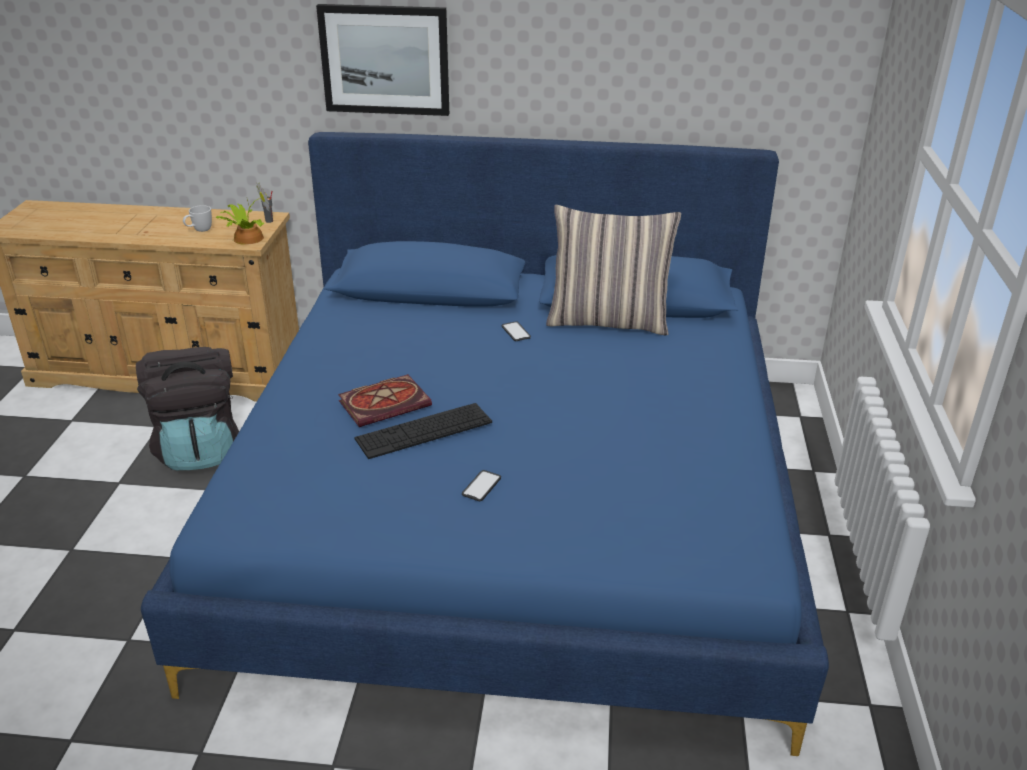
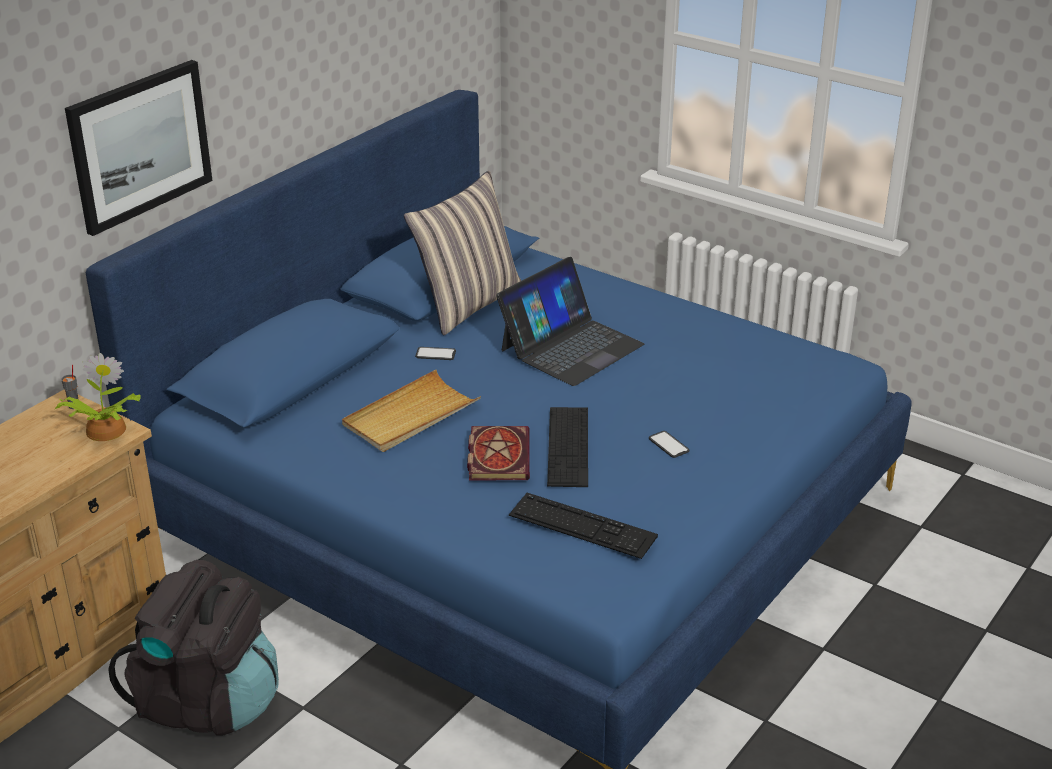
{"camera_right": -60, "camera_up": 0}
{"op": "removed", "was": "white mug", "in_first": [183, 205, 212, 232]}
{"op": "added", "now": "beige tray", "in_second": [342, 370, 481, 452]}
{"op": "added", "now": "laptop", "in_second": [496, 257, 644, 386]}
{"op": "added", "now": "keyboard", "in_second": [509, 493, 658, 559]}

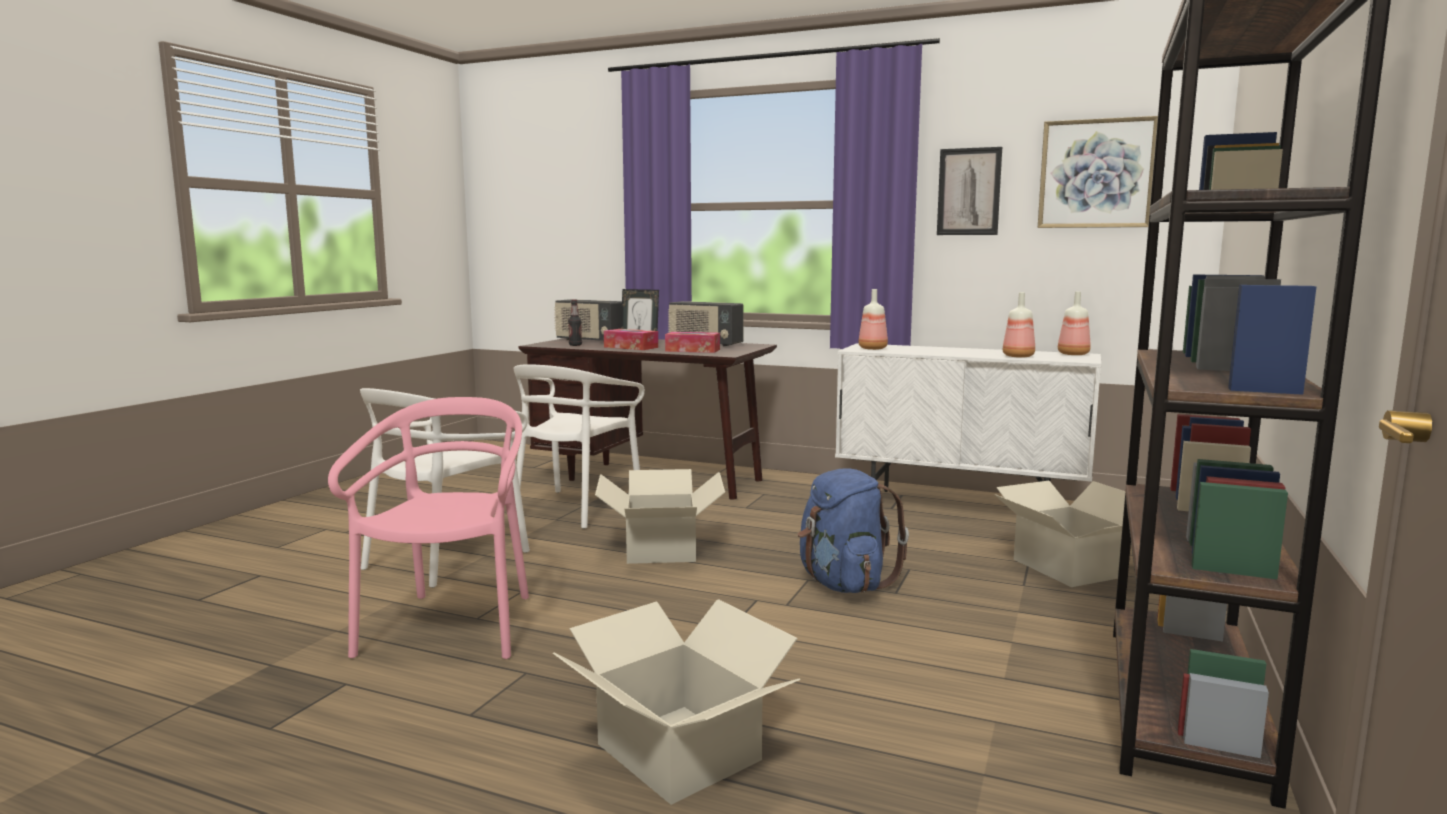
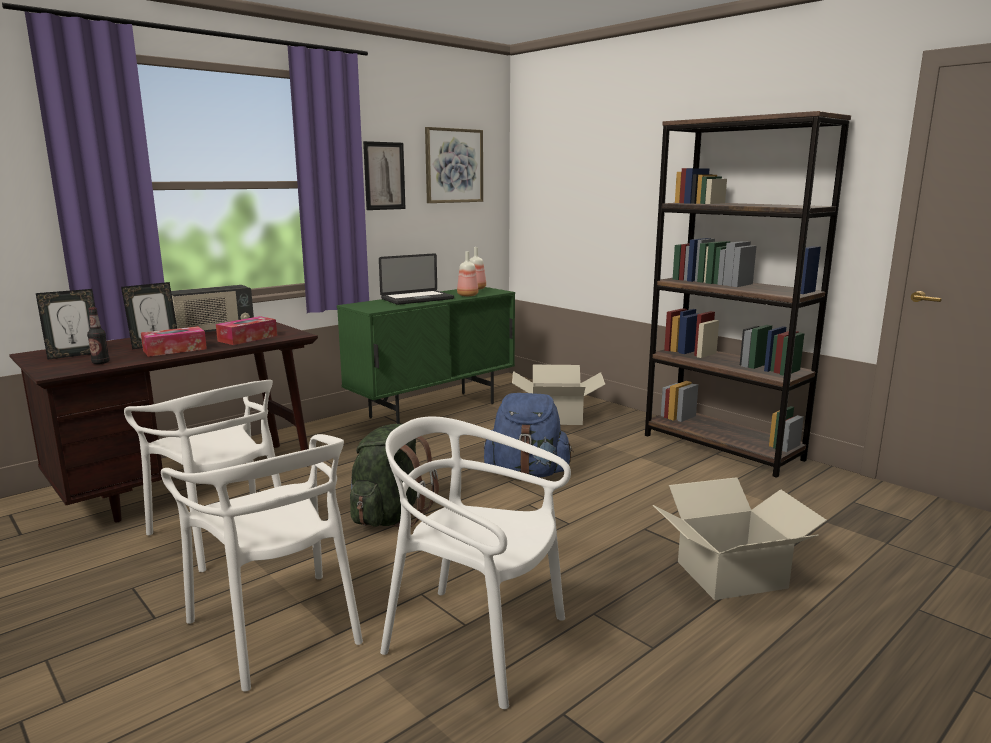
{"camera_right": -65, "camera_up": 5}
{"op": "removed", "was": "bottle", "in_first": [858, 289, 888, 350]}
{"op": "added", "now": "laptop", "in_second": [379, 253, 454, 305]}
{"op": "replaced", "was": "radio", "now": "picture frame", "in_first": [554, 299, 622, 341], "in_second": [36, 289, 95, 360]}
{"op": "replaced", "was": "cardboard box", "now": "green backpack", "in_first": [595, 469, 725, 564], "in_second": [350, 424, 439, 527]}
{"op": "recoloured", "was": "pink chair", "now": "white chair", "in_first": [328, 397, 529, 659], "in_second": [380, 416, 571, 709]}
{"op": "recoloured", "was": "white cabinet", "now": "green cabinet", "in_first": [835, 343, 1101, 492], "in_second": [337, 287, 515, 424]}

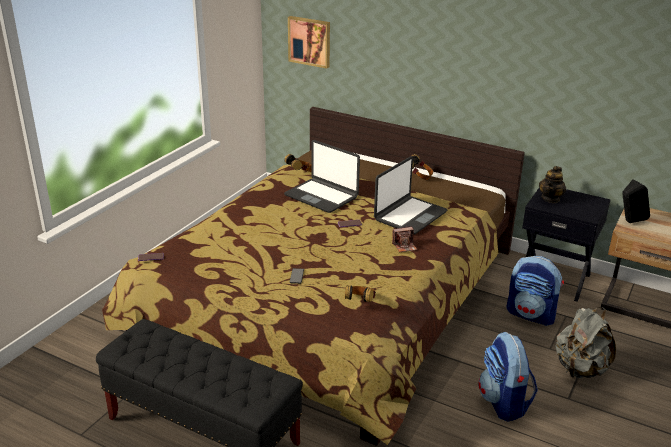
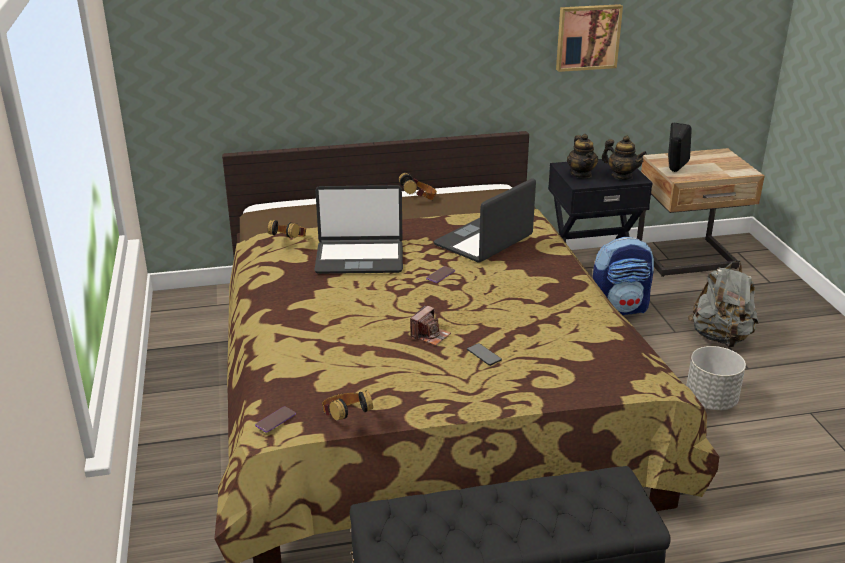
{"camera_right": -40, "camera_up": 0}
{"op": "added", "now": "teapot", "in_second": [602, 136, 647, 180]}
{"op": "moved", "was": "picture", "in_first": [288, 16, 330, 69], "in_second": [556, 4, 623, 72]}
{"op": "moved", "was": "headphones", "in_first": [345, 286, 376, 302], "in_second": [322, 390, 373, 421]}
{"op": "moved", "was": "photo camera", "in_first": [392, 226, 417, 252], "in_second": [410, 306, 451, 346]}
{"op": "replaced", "was": "backpack", "now": "grey planter", "in_first": [478, 332, 538, 422], "in_second": [686, 346, 746, 410]}
{"op": "turned", "was": "laptop", "in_first": [374, 156, 448, 234], "in_second": [433, 178, 536, 262], "clockwise": -135}

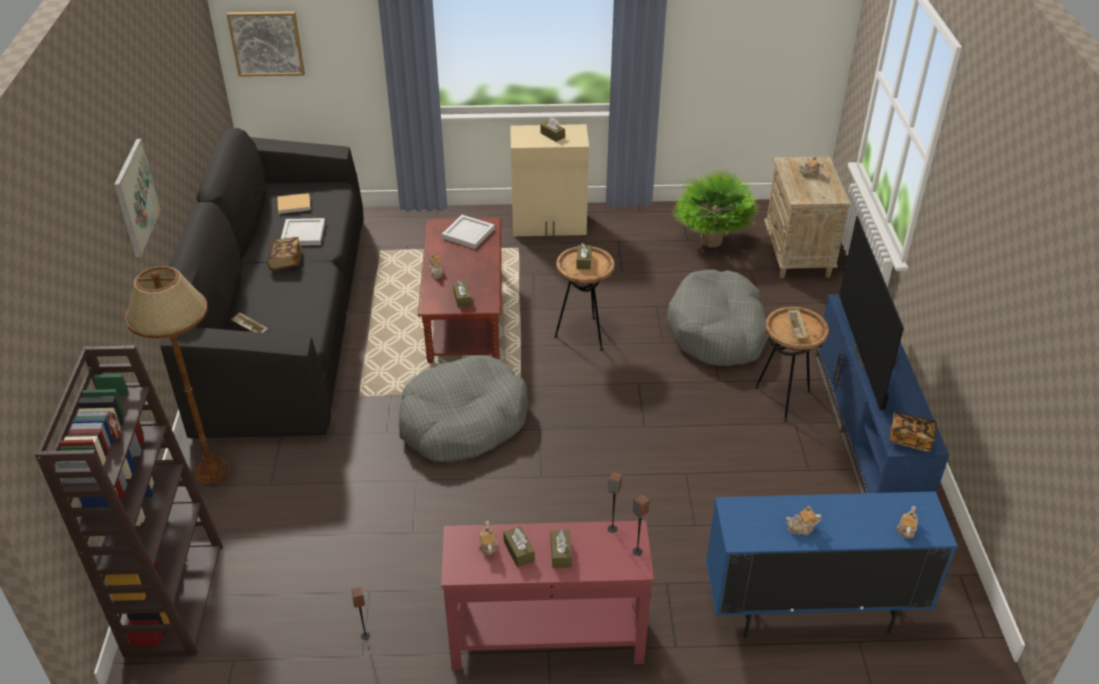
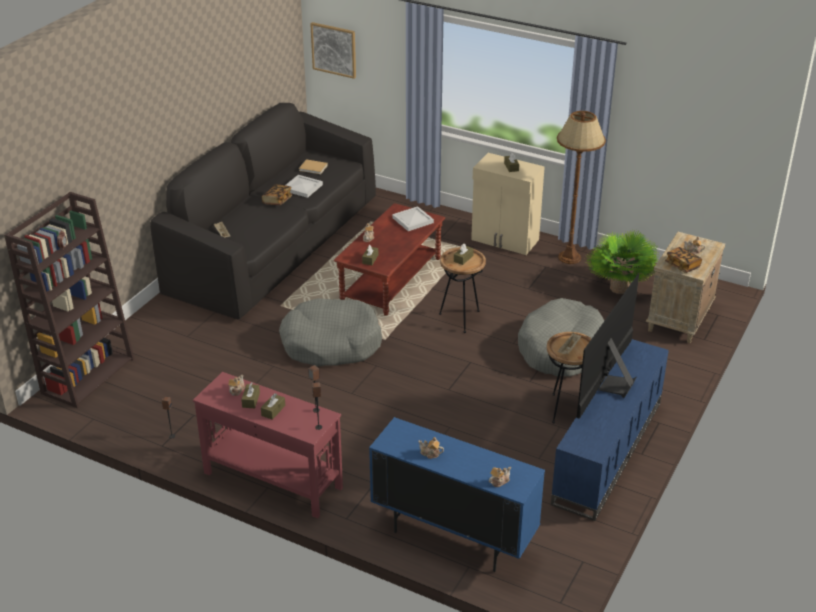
{"camera_right": 30, "camera_up": -5}
{"op": "removed", "was": "picture", "in_first": [114, 139, 161, 258]}
{"op": "moved", "was": "brown floor lamp", "in_first": [125, 266, 230, 485], "in_second": [557, 111, 606, 264]}
{"op": "moved", "was": "book", "in_first": [889, 412, 937, 452], "in_second": [665, 247, 702, 273]}

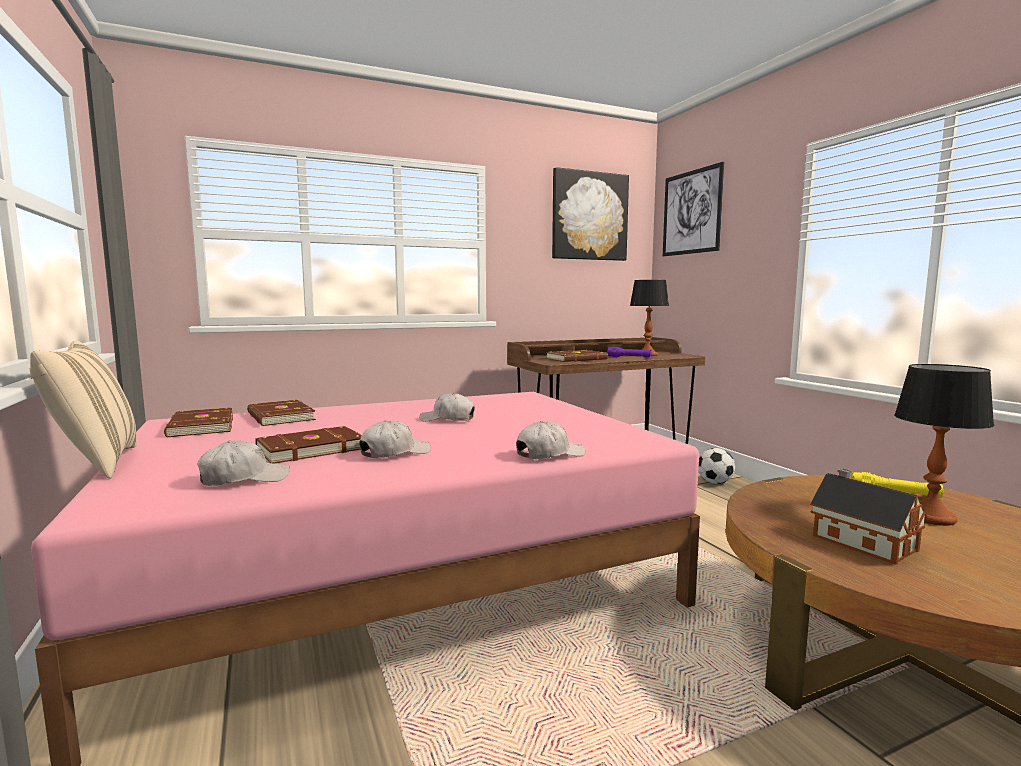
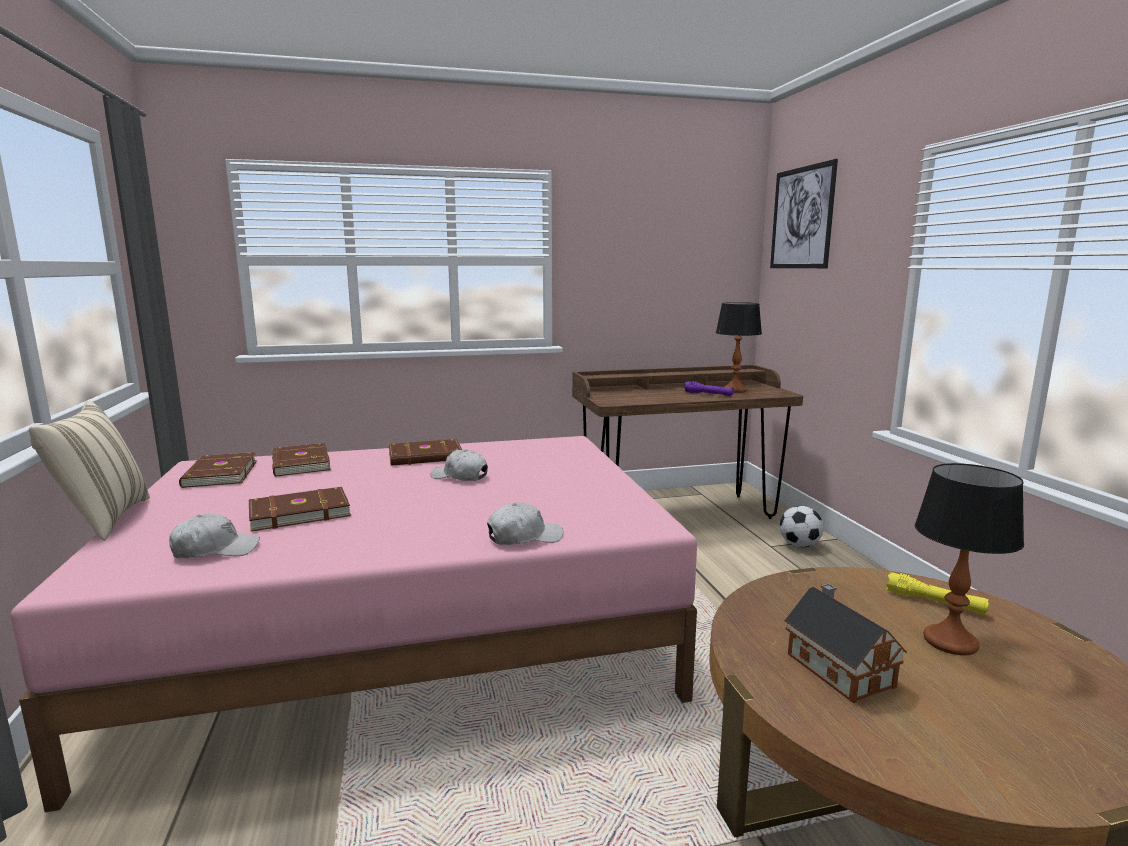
{"camera_right": 10, "camera_up": 5}
{"op": "removed", "was": "white cap", "in_first": [359, 420, 431, 458]}
{"op": "removed", "was": "picture", "in_first": [552, 167, 629, 261]}
{"op": "moved", "was": "brown book", "in_first": [546, 350, 608, 362], "in_second": [389, 439, 462, 466]}

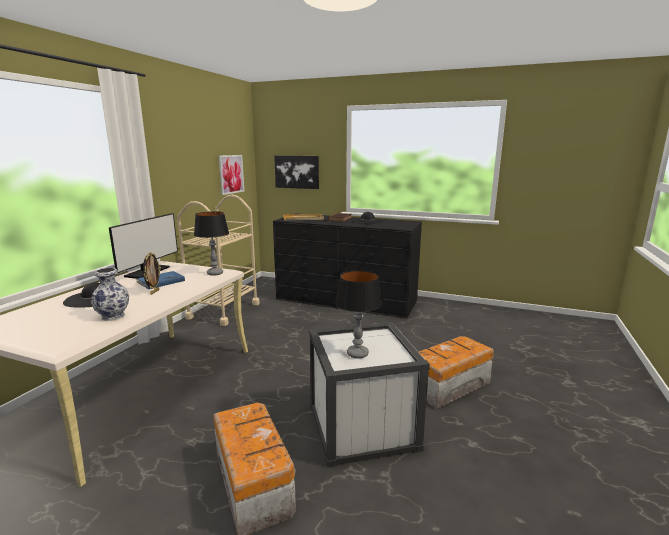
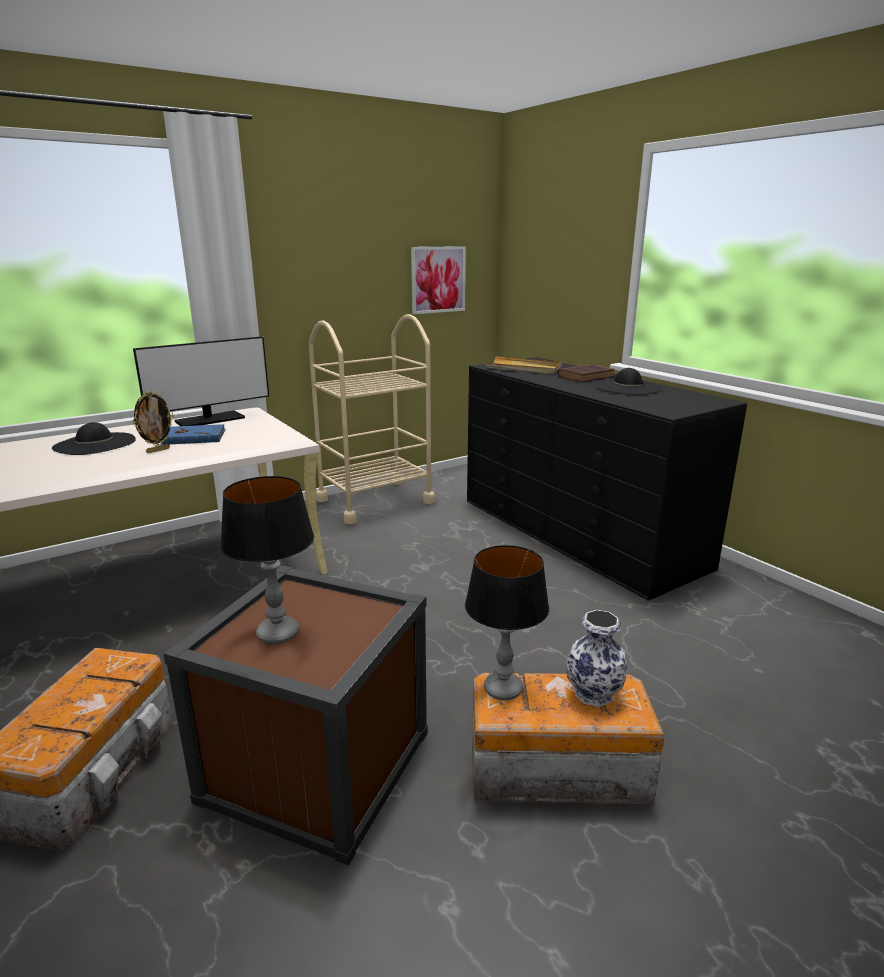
{"camera_right": 35, "camera_up": 5}
{"op": "removed", "was": "picture", "in_first": [274, 156, 319, 189]}
{"op": "moved", "was": "vase", "in_first": [91, 268, 129, 321], "in_second": [566, 610, 627, 707]}
{"op": "moved", "was": "table lamp", "in_first": [194, 211, 229, 276], "in_second": [465, 545, 549, 700]}
{"op": "recoloured", "was": "white storage box", "now": "brown storage box", "in_first": [309, 322, 430, 467], "in_second": [163, 565, 428, 866]}

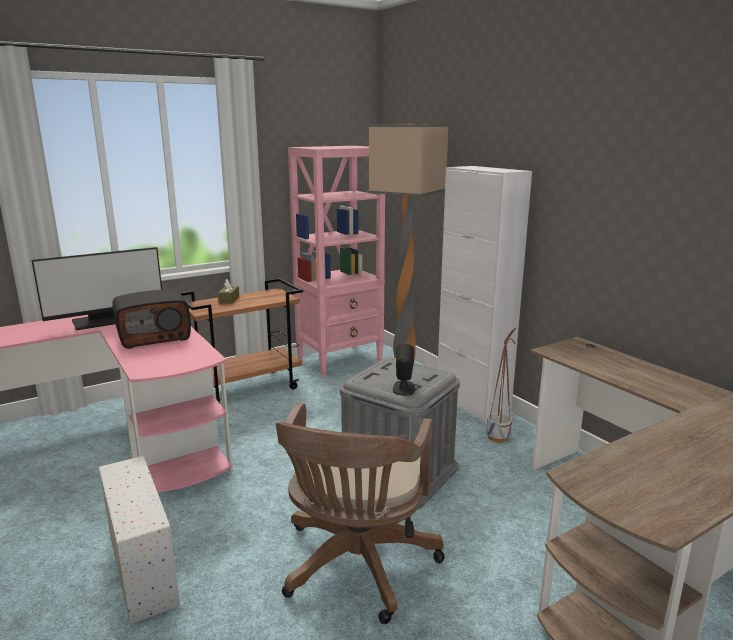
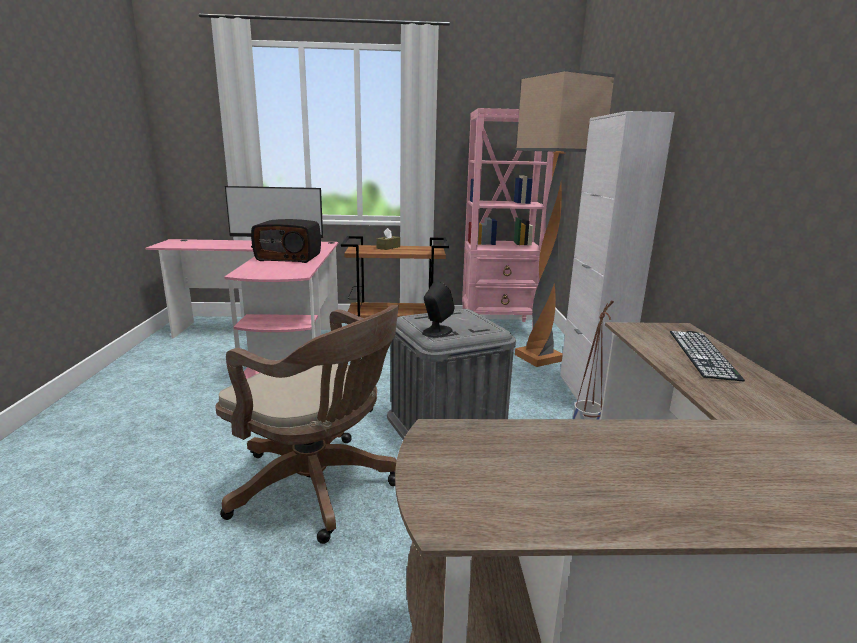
{"camera_right": 30, "camera_up": 0}
{"op": "removed", "was": "white storage box", "in_first": [99, 456, 180, 624]}
{"op": "added", "now": "keyboard", "in_second": [670, 331, 745, 381]}
{"op": "turned", "was": "brown office chair", "in_first": [276, 403, 445, 624], "in_second": [216, 305, 399, 544], "clockwise": -105}

